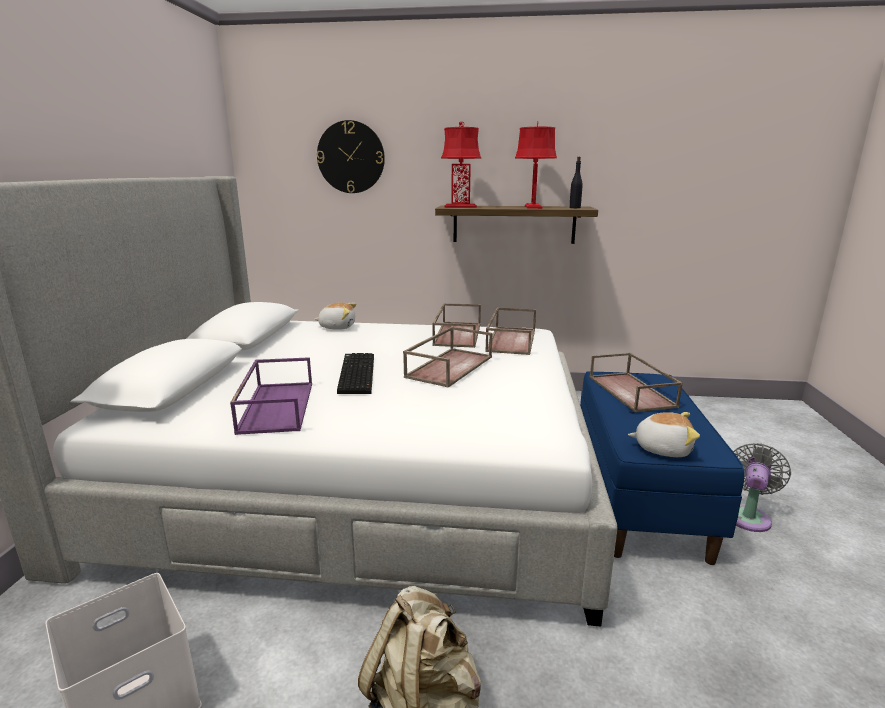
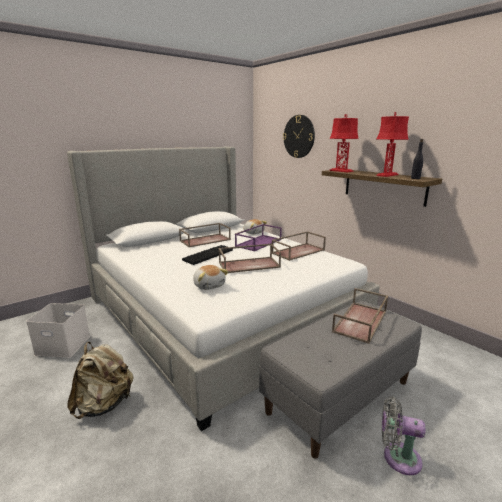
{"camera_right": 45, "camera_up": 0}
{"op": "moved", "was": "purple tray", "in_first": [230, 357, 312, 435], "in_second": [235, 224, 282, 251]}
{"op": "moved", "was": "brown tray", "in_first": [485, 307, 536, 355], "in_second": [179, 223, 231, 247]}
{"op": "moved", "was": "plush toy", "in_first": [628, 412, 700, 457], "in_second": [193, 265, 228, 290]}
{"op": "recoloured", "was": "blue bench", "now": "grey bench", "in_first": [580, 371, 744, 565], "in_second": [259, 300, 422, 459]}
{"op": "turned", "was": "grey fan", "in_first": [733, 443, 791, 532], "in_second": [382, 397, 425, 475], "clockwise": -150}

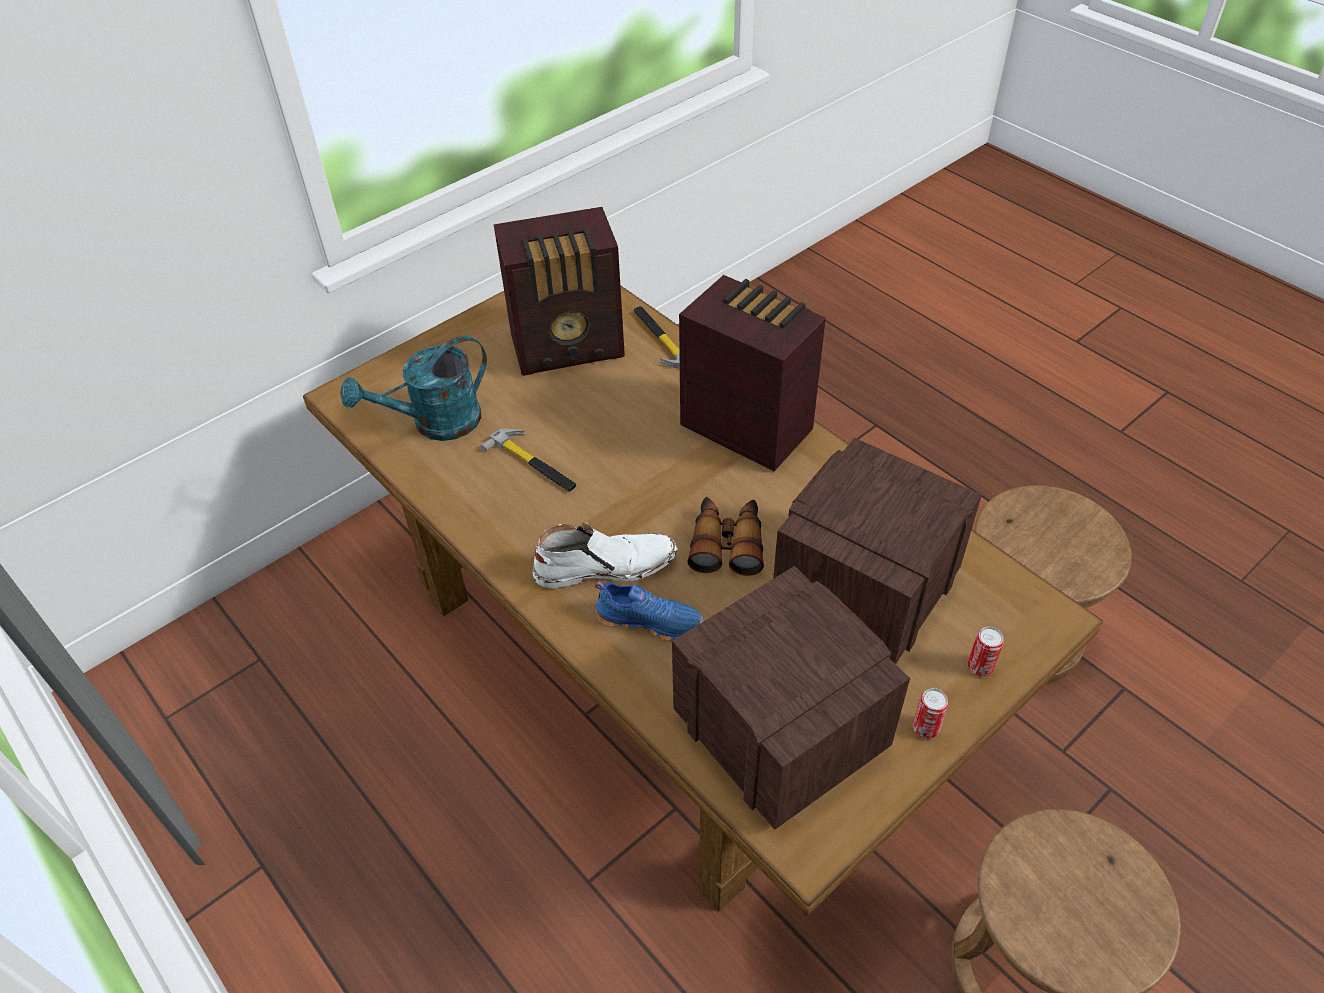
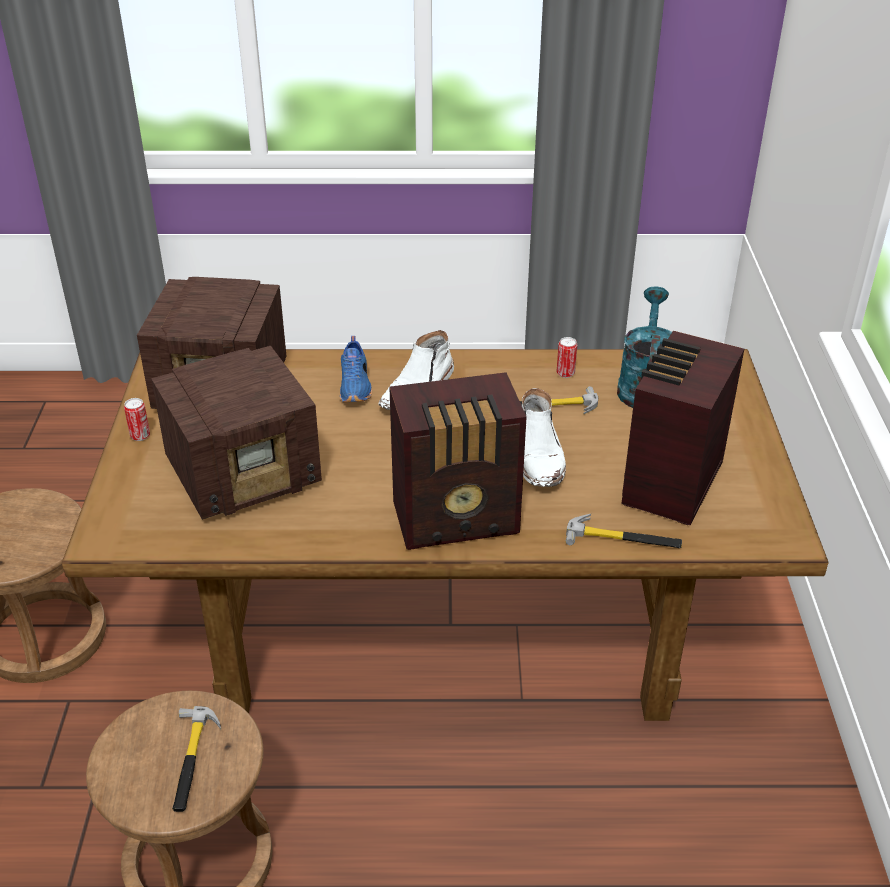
{"camera_right": 130, "camera_up": -10}
{"op": "removed", "was": "binoculars", "in_first": [687, 497, 764, 576]}
{"op": "added", "now": "hammer", "in_second": [172, 706, 221, 812]}
{"op": "added", "now": "white boot", "in_second": [522, 388, 566, 487]}
{"op": "moved", "was": "can", "in_first": [968, 627, 1004, 676], "in_second": [557, 337, 577, 378]}
{"op": "turned", "was": "blue shoe", "in_first": [594, 581, 703, 641], "in_second": [340, 336, 372, 402], "clockwise": -60}
{"op": "turned", "was": "radio", "in_first": [773, 438, 982, 664], "in_second": [151, 346, 322, 520], "clockwise": 75}

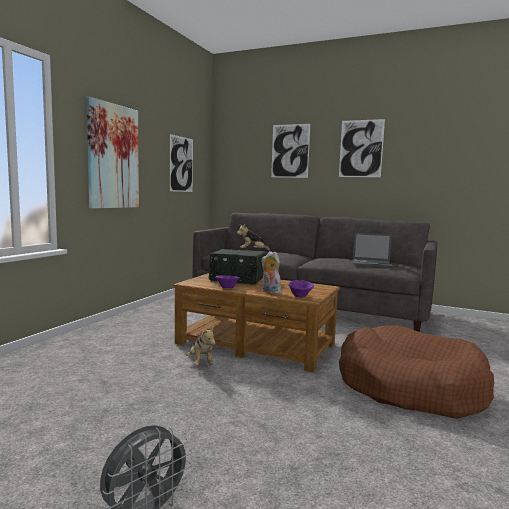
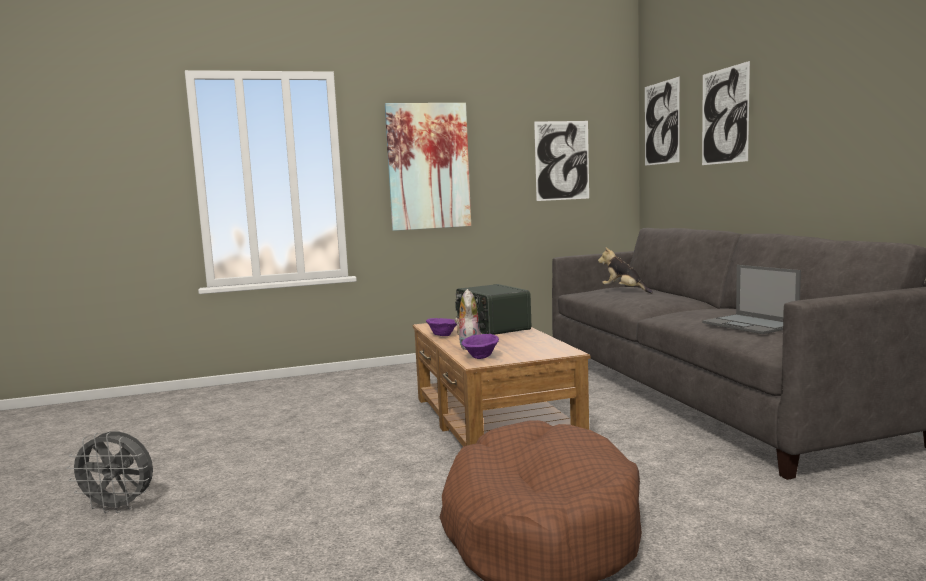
{"camera_right": 50, "camera_up": 0}
{"op": "removed", "was": "plush toy", "in_first": [186, 326, 216, 365]}
{"op": "moved", "was": "picture", "in_first": [339, 119, 385, 177], "in_second": [645, 76, 680, 166]}

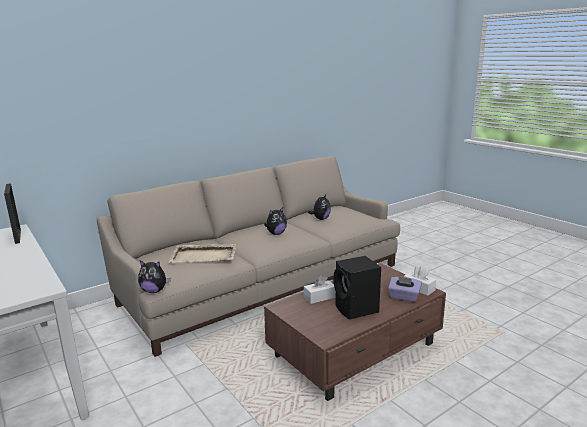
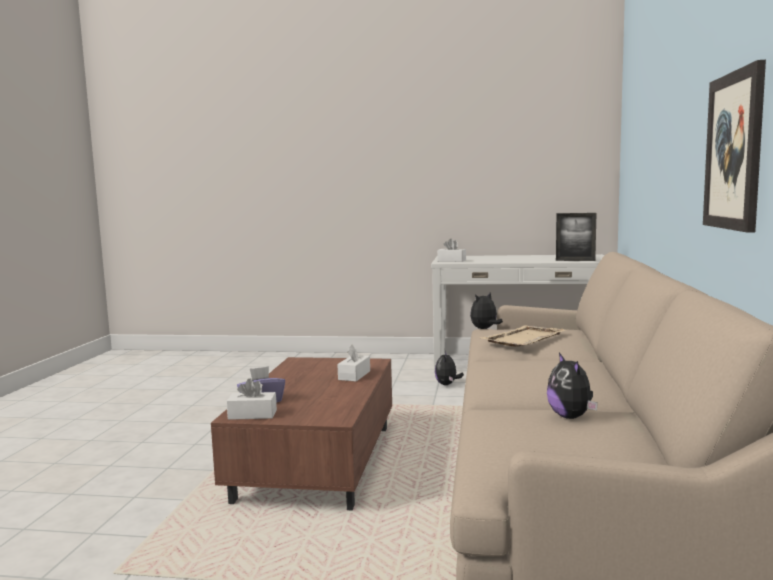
{"camera_right": 135, "camera_up": -10}
{"op": "removed", "was": "black speaker", "in_first": [334, 256, 381, 320]}
{"op": "added", "now": "white tissue box", "in_second": [437, 239, 466, 262]}
{"op": "added", "now": "picture", "in_second": [703, 60, 766, 233]}
{"op": "moved", "was": "plush toy", "in_first": [264, 207, 287, 235], "in_second": [435, 351, 464, 385]}

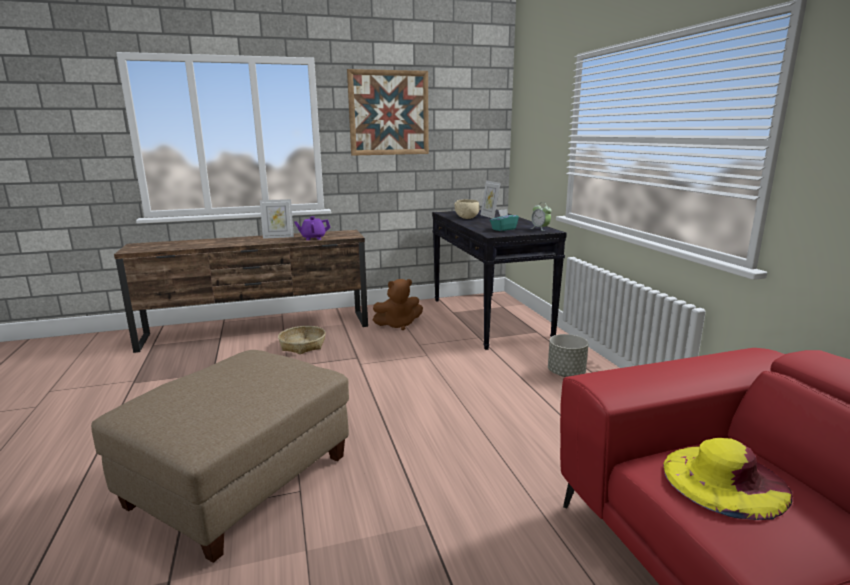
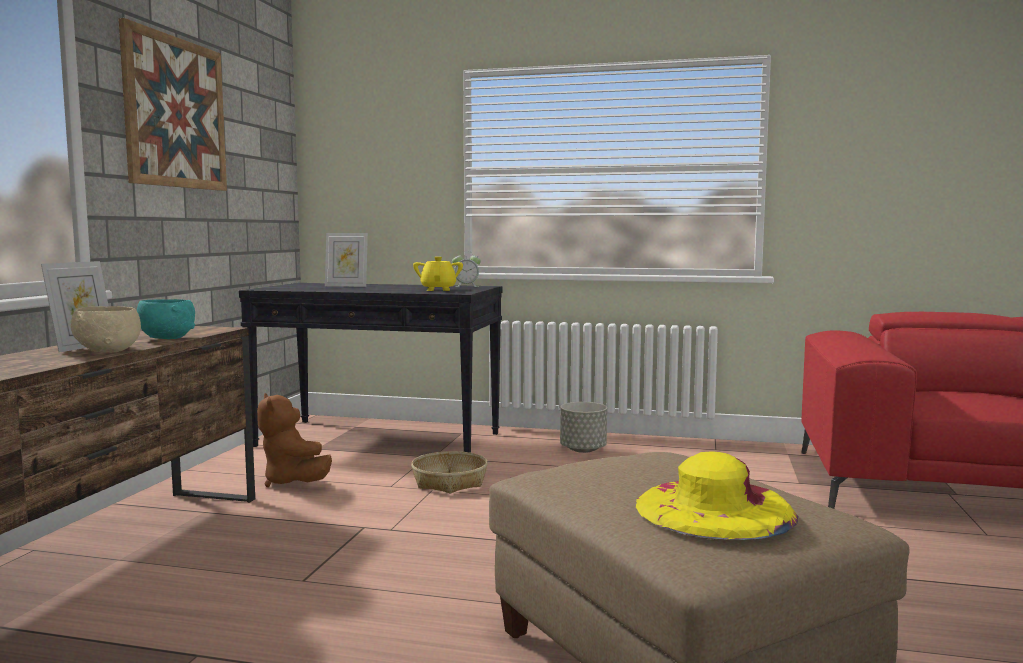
{"camera_right": -60, "camera_up": -10}
{"op": "moved", "was": "basket", "in_first": [278, 326, 326, 354], "in_second": [411, 451, 488, 494]}
{"op": "moved", "was": "beige bowl", "in_first": [454, 199, 480, 219], "in_second": [71, 306, 141, 353]}
{"op": "moved", "was": "yellow hat", "in_first": [663, 438, 792, 520], "in_second": [636, 451, 798, 540]}
{"op": "replaced", "was": "purple teapot", "now": "turquoise bowl", "in_first": [294, 216, 330, 240], "in_second": [137, 299, 195, 339]}
{"op": "replaced", "was": "turquoise tissue box", "now": "yellow teapot", "in_first": [490, 209, 519, 231], "in_second": [413, 257, 463, 291]}
{"op": "turned", "was": "brown plush toy", "in_first": [373, 279, 423, 330], "in_second": [257, 393, 332, 487], "clockwise": 135}

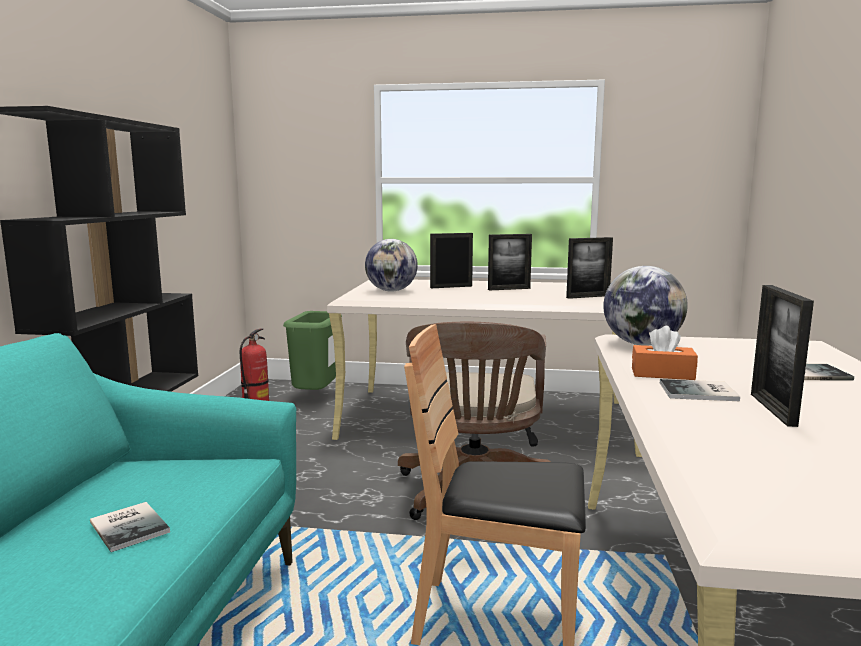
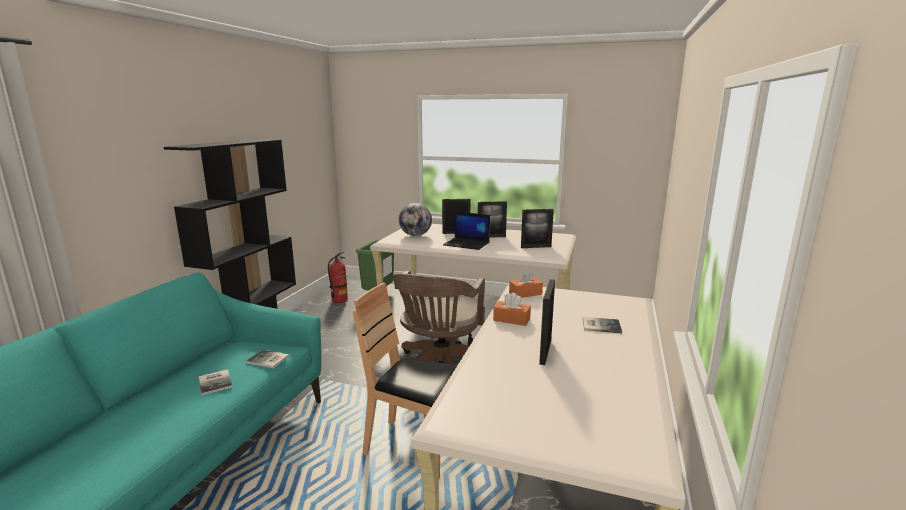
{"camera_right": 10, "camera_up": 5}
{"op": "added", "now": "laptop", "in_second": [443, 212, 490, 250]}
{"op": "moved", "was": "book", "in_first": [660, 379, 740, 401], "in_second": [246, 350, 289, 368]}
{"op": "replaced", "was": "globe", "now": "orange tissue box", "in_first": [603, 266, 688, 346], "in_second": [509, 270, 543, 298]}

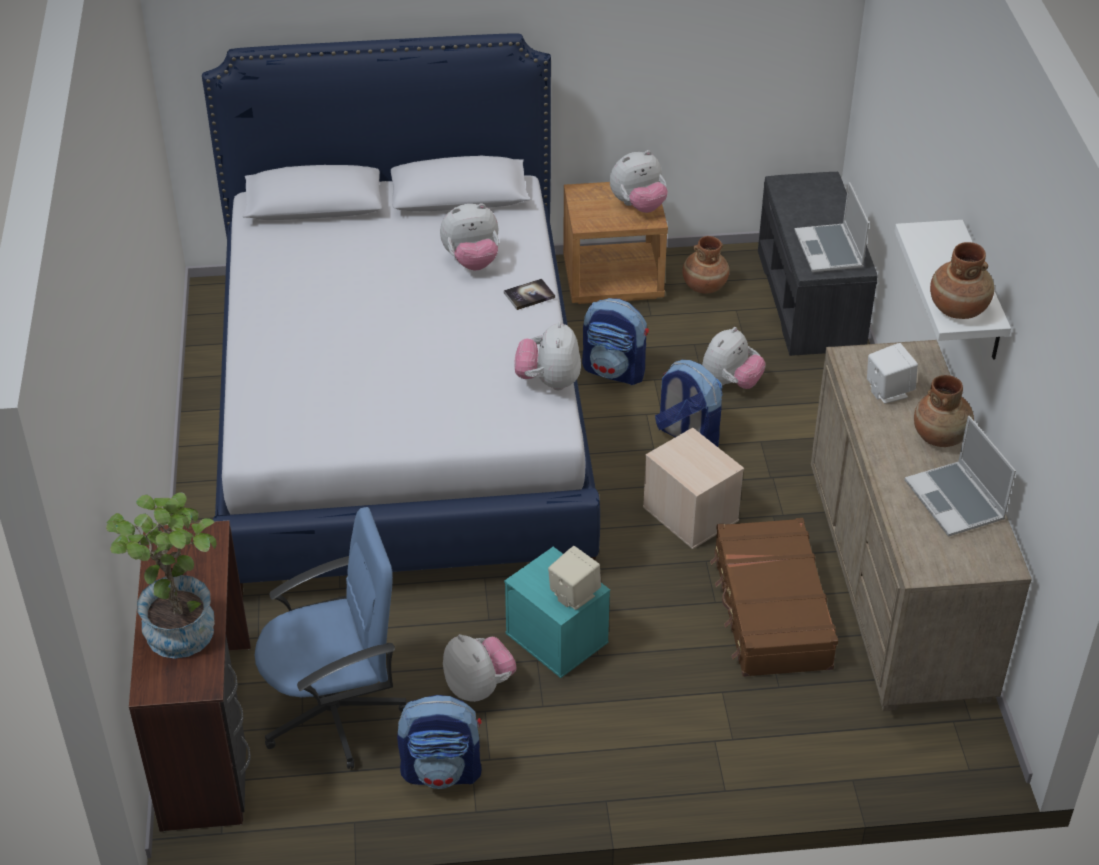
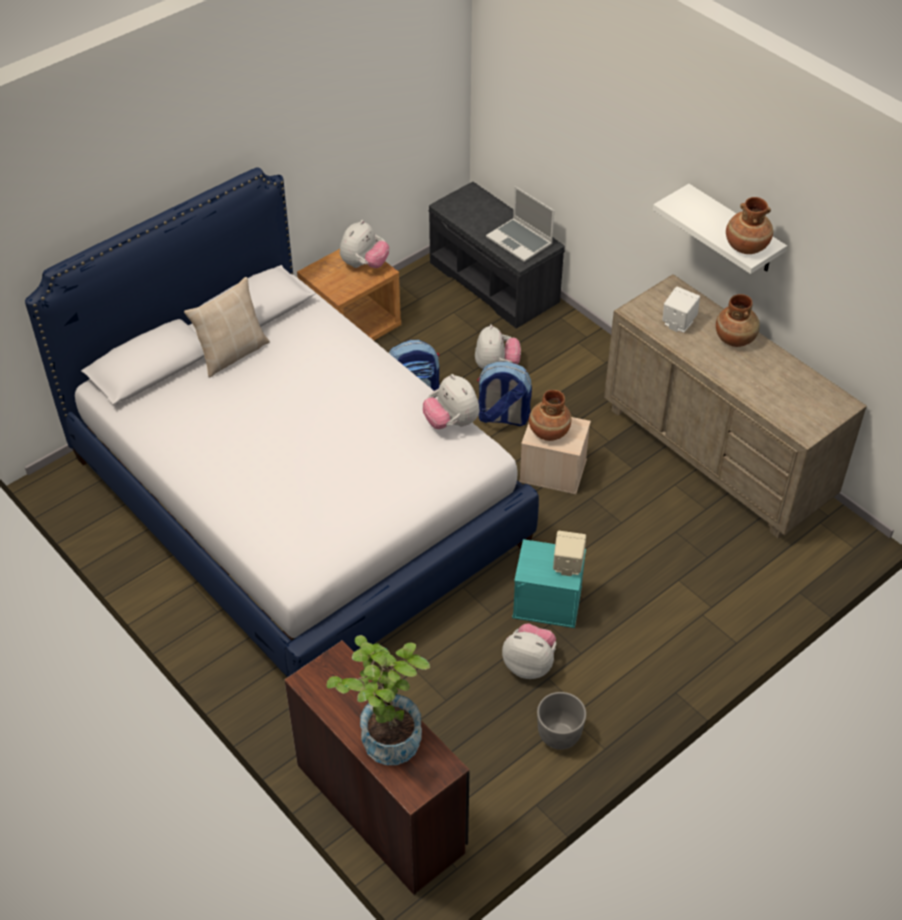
{"camera_right": -35, "camera_up": 5}
{"op": "removed", "was": "blue office chair", "in_first": [255, 507, 407, 769]}
{"op": "removed", "was": "plush toy", "in_first": [440, 203, 499, 270]}
{"op": "removed", "was": "book", "in_first": [504, 279, 555, 310]}
{"op": "removed", "was": "brown suitcase", "in_first": [710, 518, 838, 677]}
{"op": "removed", "was": "laptop", "in_first": [904, 416, 1016, 537]}
{"op": "added", "now": "beige pillow", "in_second": [184, 277, 270, 377]}
{"op": "moved", "was": "brown vase", "in_first": [682, 236, 729, 294], "in_second": [529, 390, 571, 441]}
{"op": "replaced", "was": "backpack", "now": "grey planter", "in_first": [397, 695, 482, 789], "in_second": [537, 692, 586, 750]}

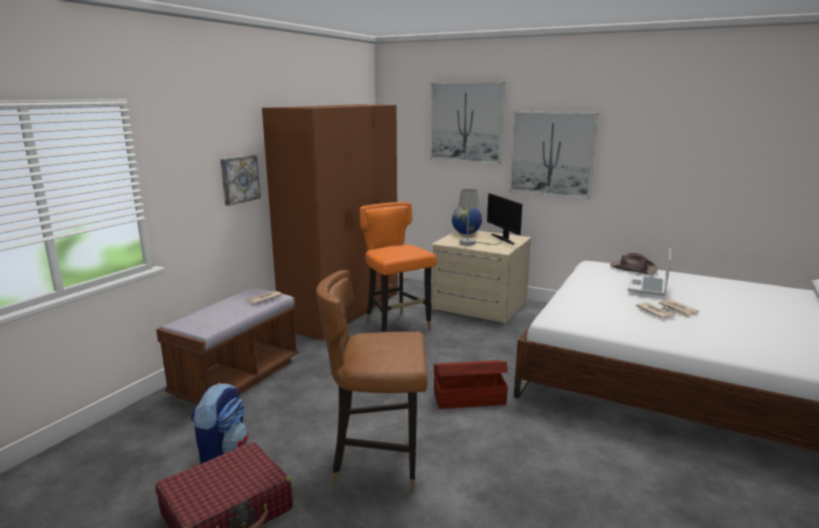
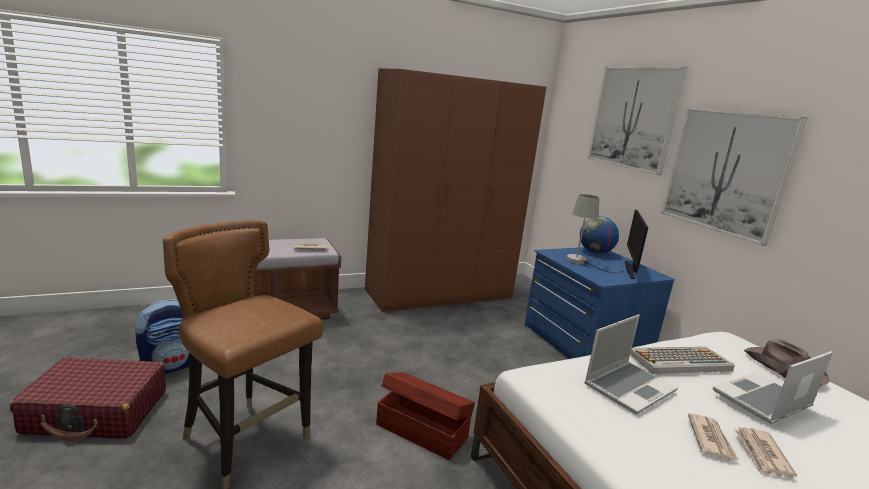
{"camera_right": 35, "camera_up": 0}
{"op": "removed", "was": "picture", "in_first": [220, 155, 261, 206]}
{"op": "removed", "was": "orange chair", "in_first": [360, 202, 437, 332]}
{"op": "added", "now": "laptop", "in_second": [584, 314, 678, 415]}
{"op": "added", "now": "keyboard", "in_second": [630, 346, 735, 374]}
{"op": "recoloured", "was": "beige dresser", "now": "blue dresser", "in_first": [431, 231, 531, 324], "in_second": [524, 247, 675, 359]}

